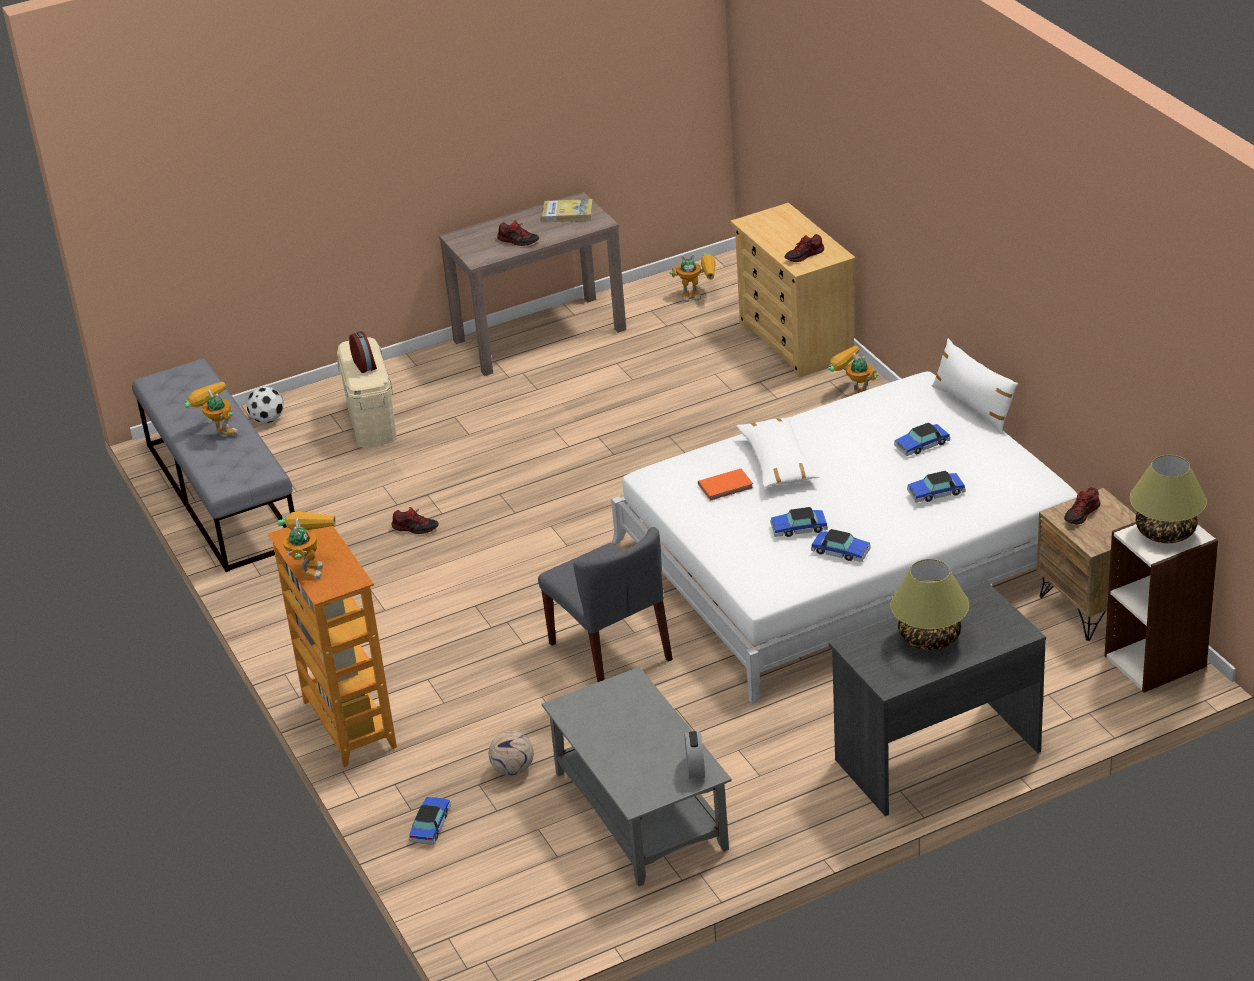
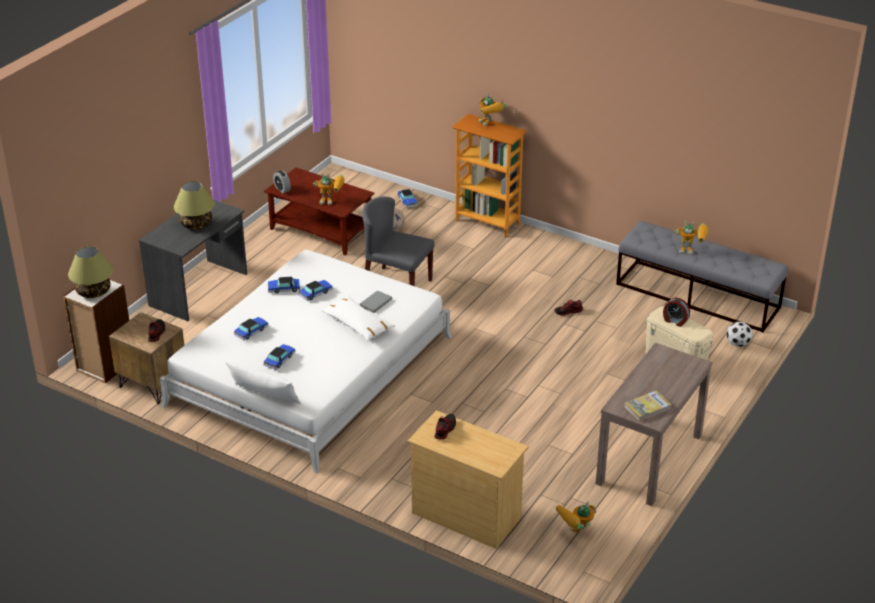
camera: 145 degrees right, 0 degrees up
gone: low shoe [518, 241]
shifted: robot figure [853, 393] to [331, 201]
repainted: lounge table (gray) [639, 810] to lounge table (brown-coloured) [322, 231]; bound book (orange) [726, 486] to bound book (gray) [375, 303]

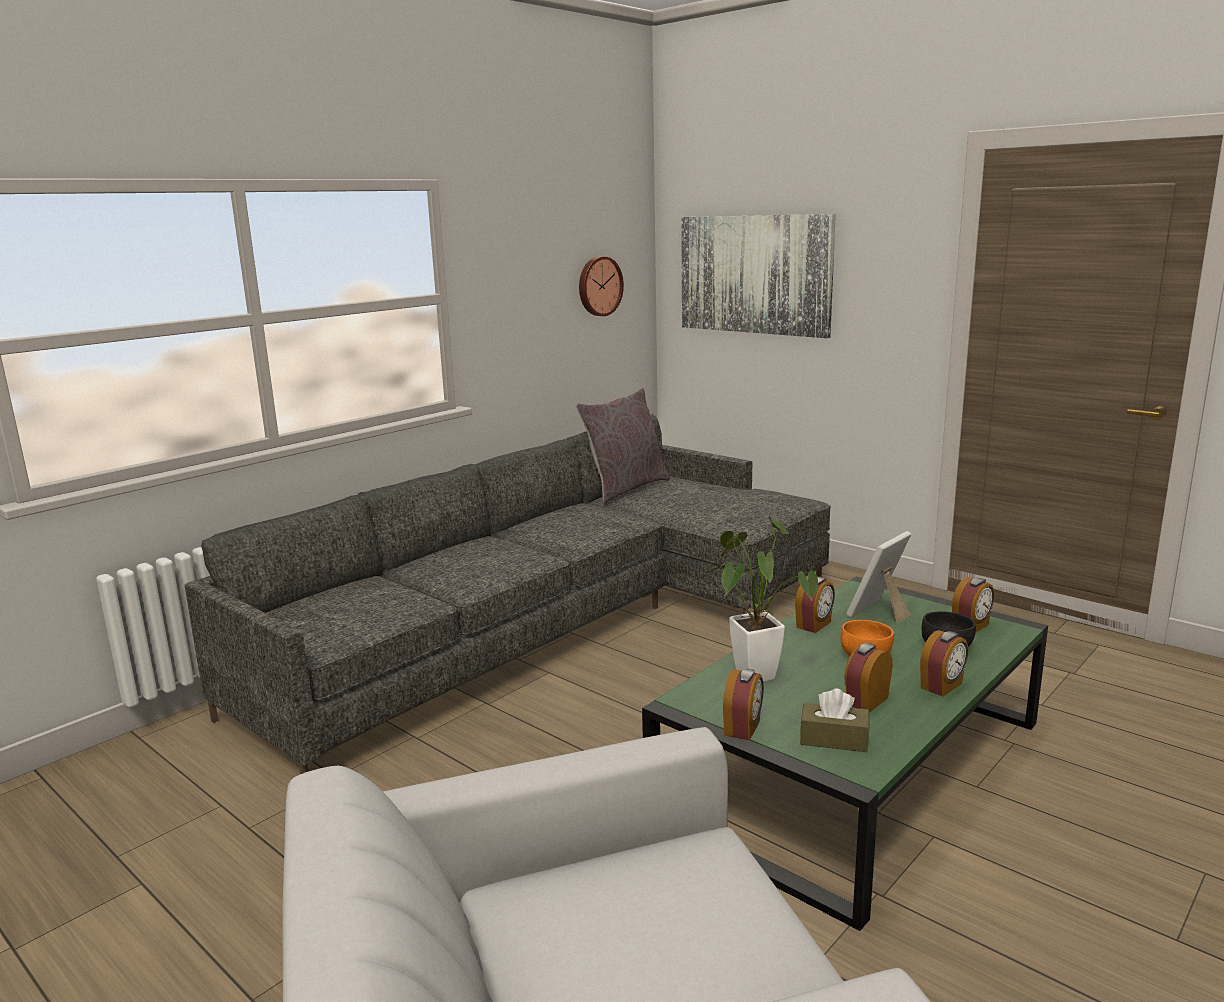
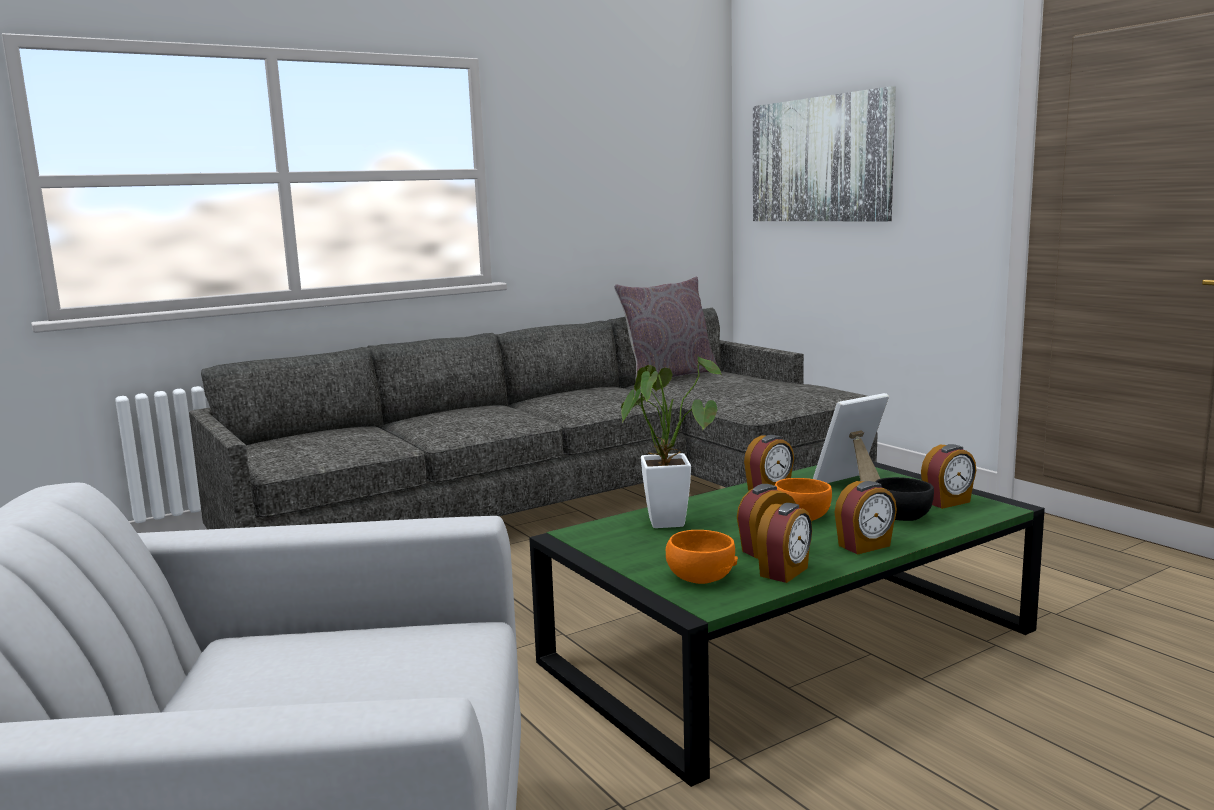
camera: 15 degrees right, 5 degrees down
gone: hanging clock [599, 286]
shifted: alarm clock [743, 728] to [785, 572]
swapped: tissue holder (brown-coloured) [834, 739] to deep dish (orange) [700, 576]

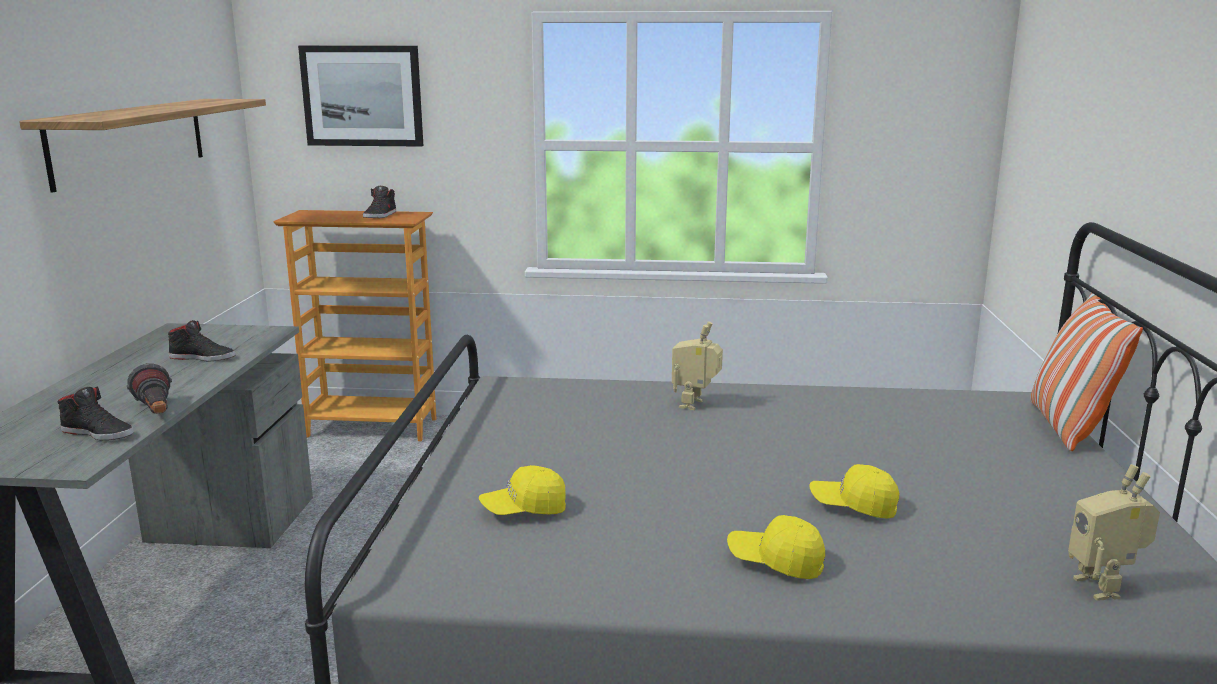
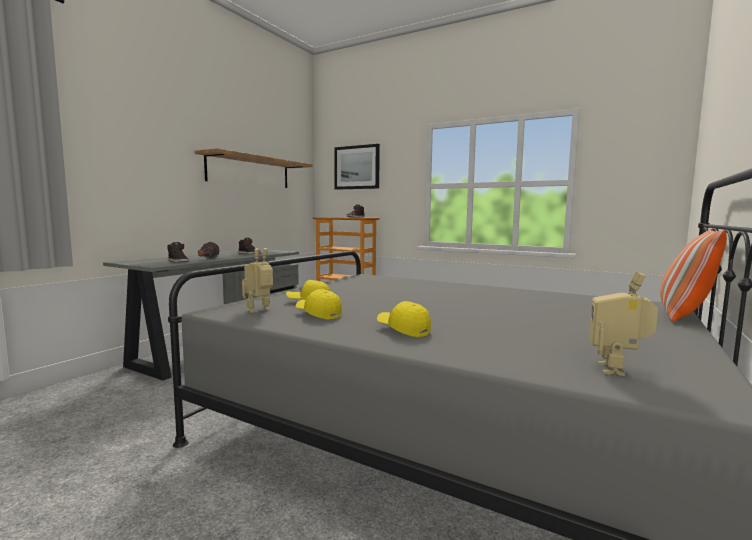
camera: 25 degrees right, 10 degrees down
shifted: robot figure [696, 405] to [259, 310]; cap (yellow) [853, 506] to [318, 314]

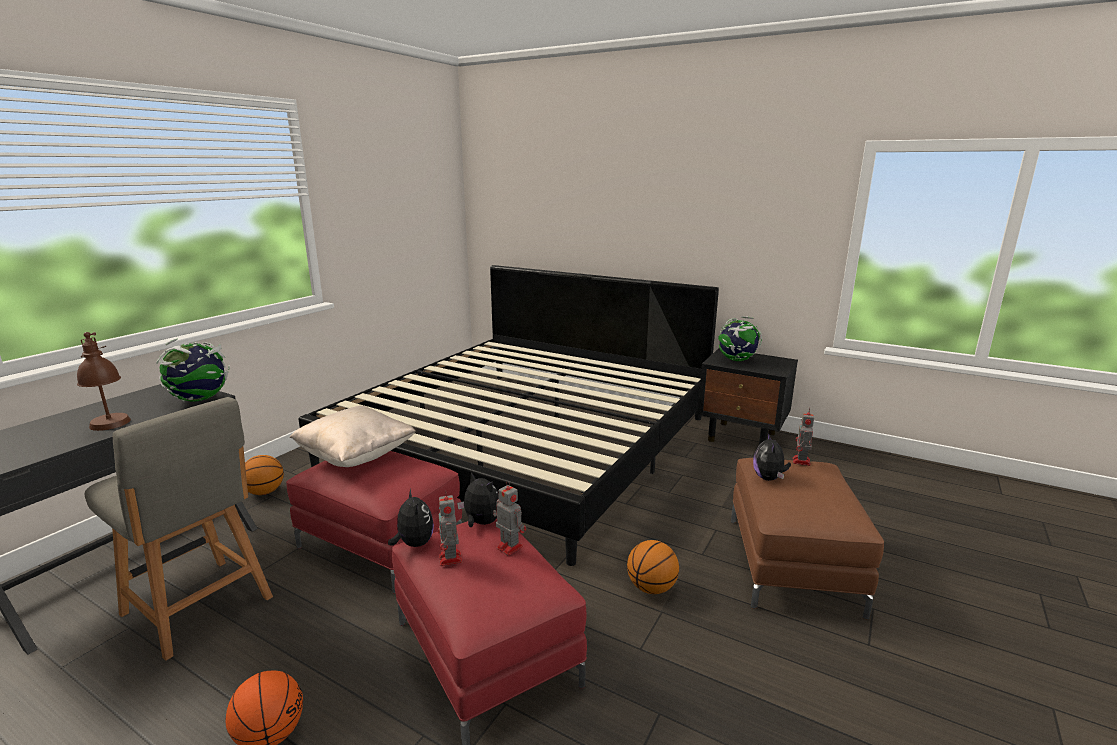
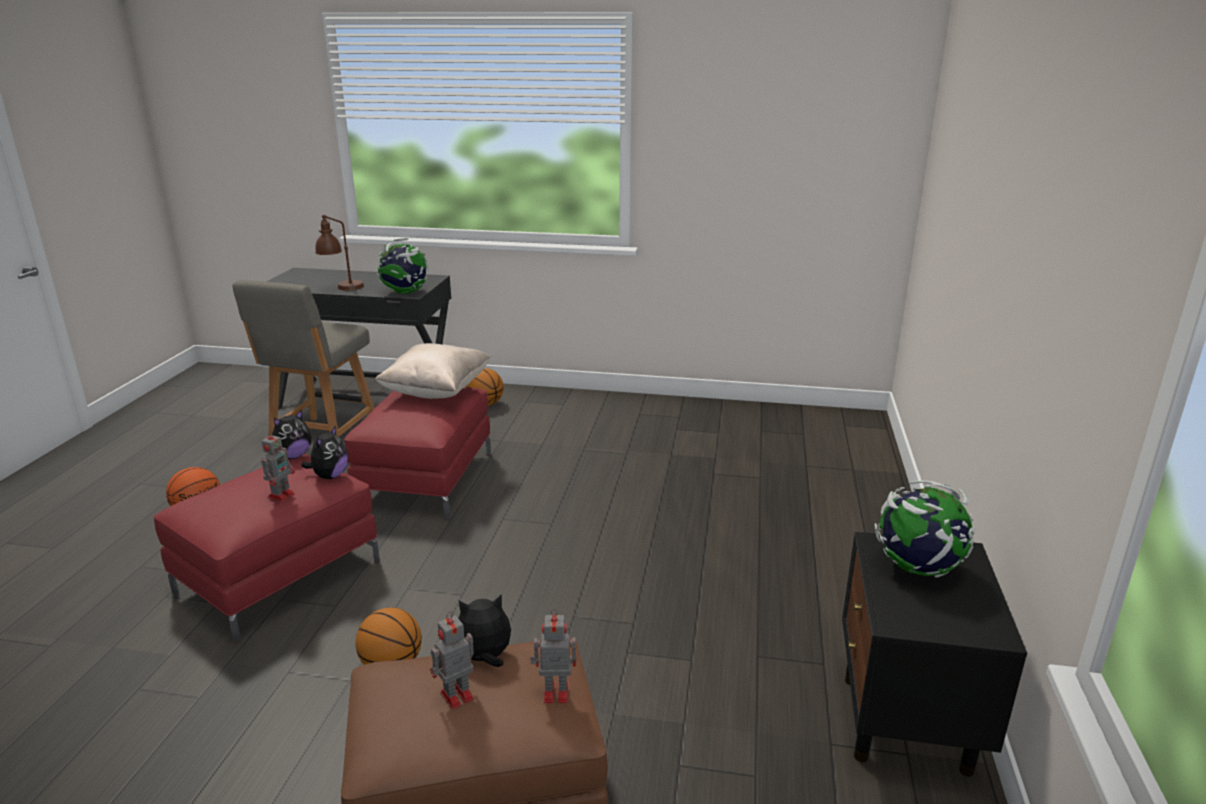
camera: 70 degrees right, 5 degrees up
gone: bedroom bed [525, 441]
shifted: robot figure [450, 559] to [455, 696]

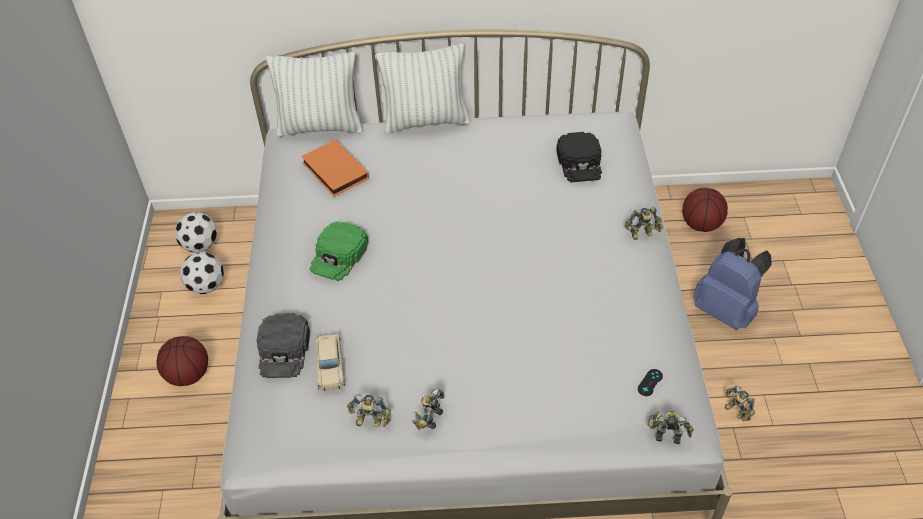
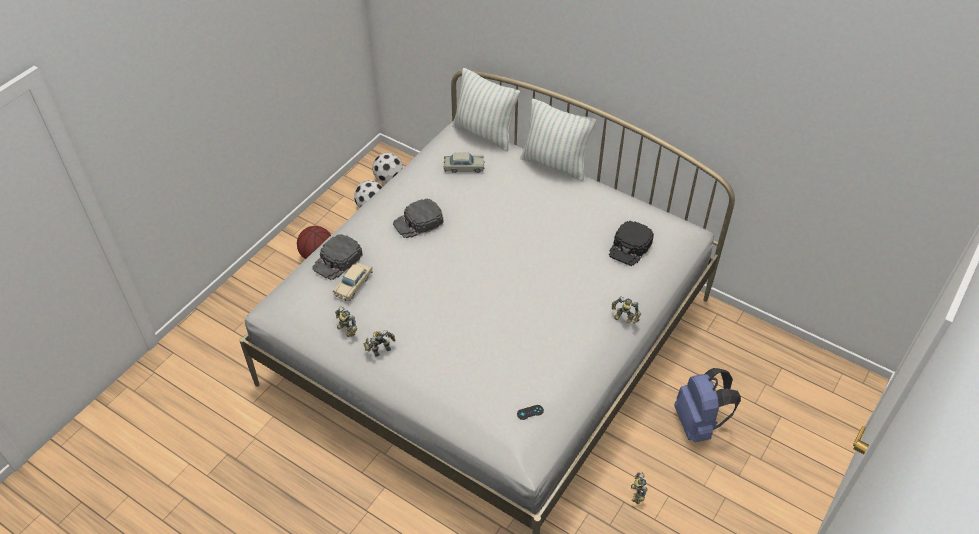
camera: 35 degrees right, 0 degrees up
gone: robot figure [667, 433]; basketball ball [701, 224]
swapped: bound book (orange) [333, 171] to toy car (sand-coloured) [464, 167]
repainted: cap (greenish) [339, 255] to cap (blackish) [418, 222]

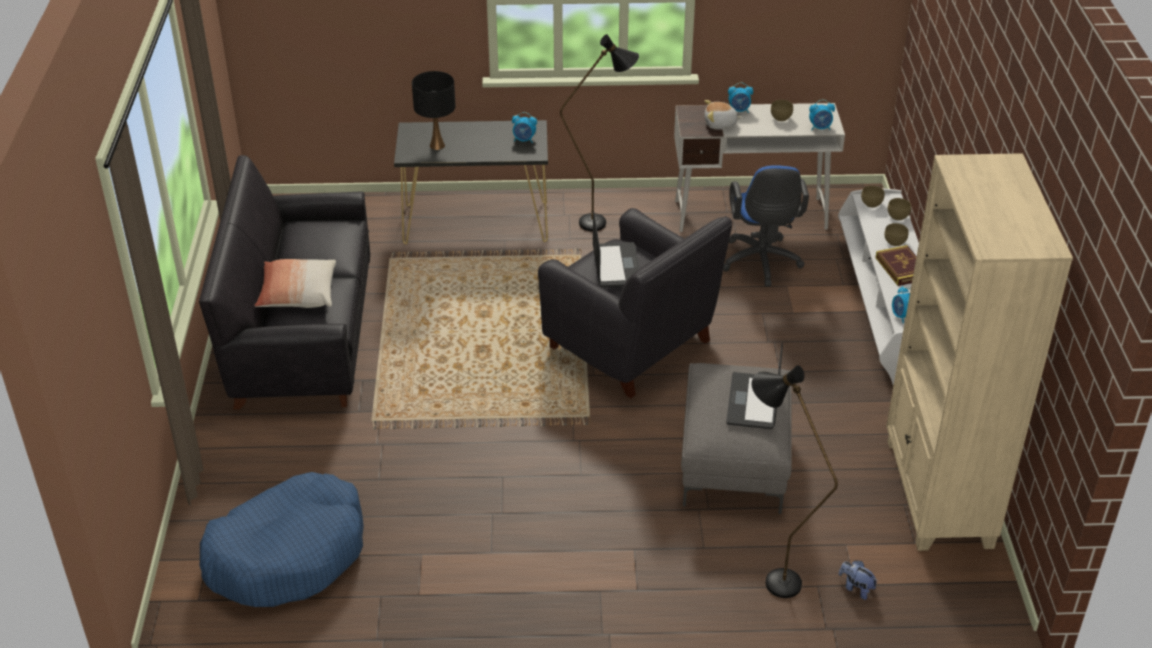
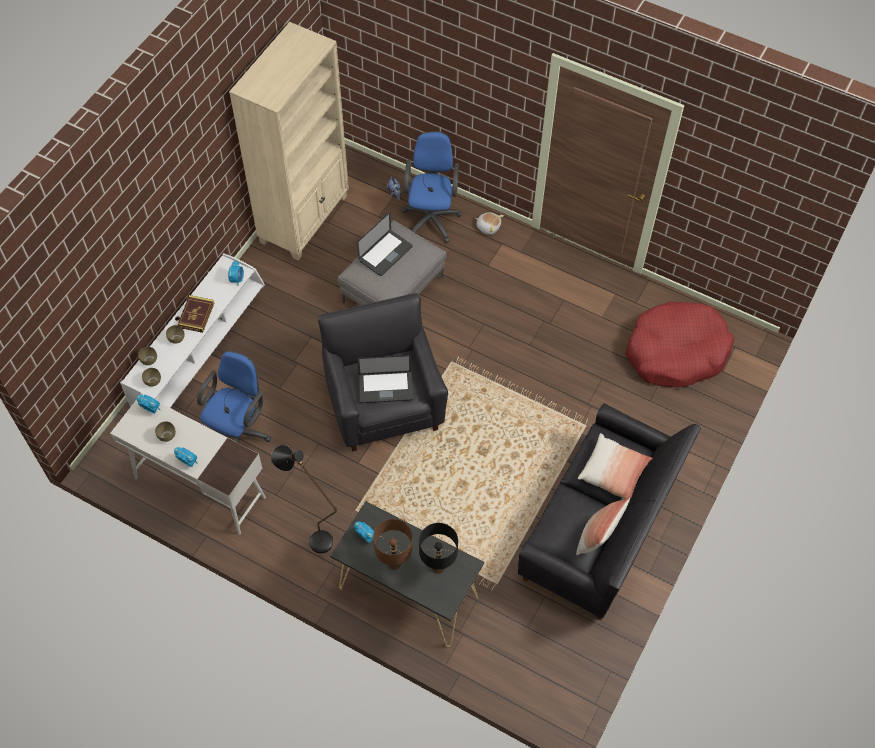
camera: 150 degrees left, 20 degrees up
new: lamp for a table (brown-coloured) [394, 563]; throw pillow [597, 536]
shifted: cuddly toy [720, 124] to [488, 227]
swapped: standard lamp (blackish) [771, 578] to office chair (blue-coloured) [431, 217]
repainted: pet bed (blue-coloured) [288, 554] to pet bed (red-coloured) [675, 352]
rotated: portable computer [616, 266] = [385, 388] 120 degrees counterclockwise

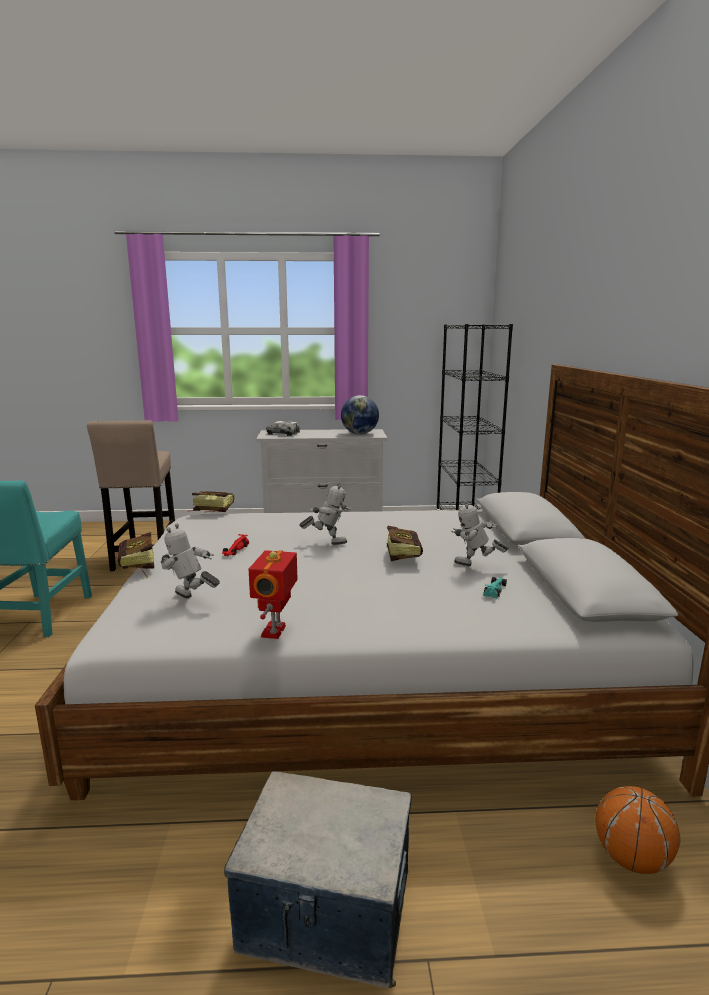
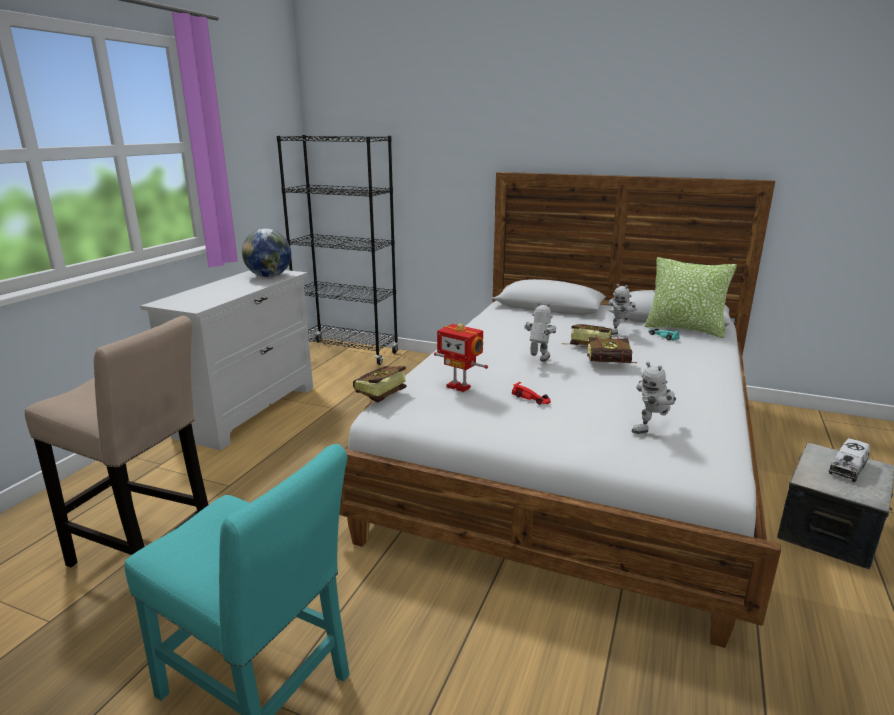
camera: 65 degrees left, 5 degrees up
gone: basketball ball [631, 859]
new: throw pillow [684, 329]
shifted: robot figure [275, 631] to [459, 386]; bound book [138, 568] to [613, 365]; model truck [283, 434] to [847, 468]

